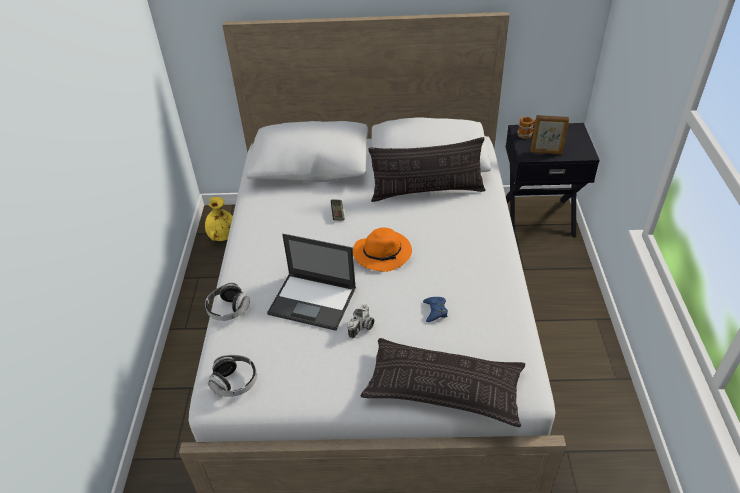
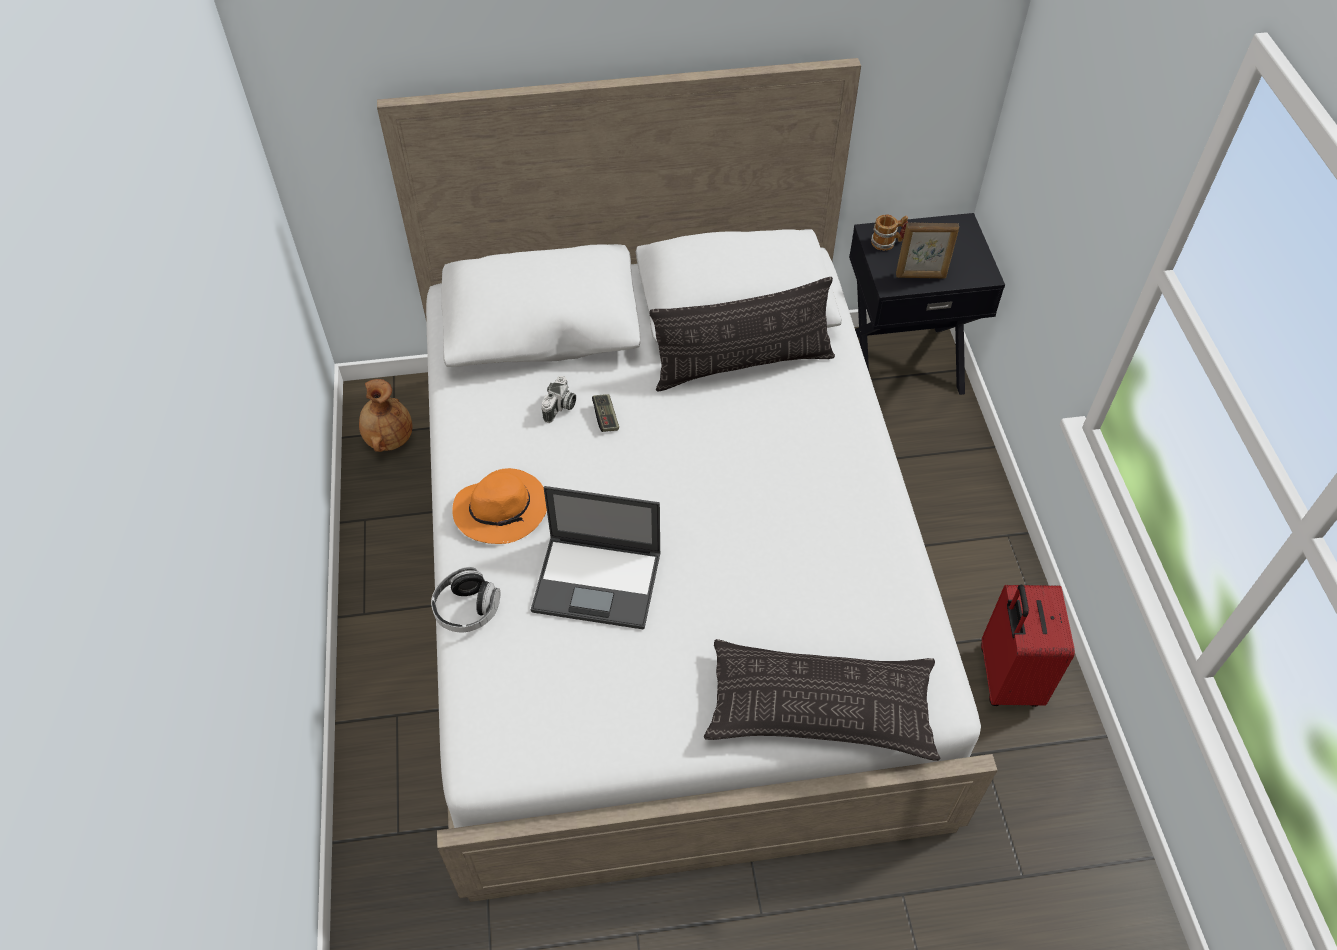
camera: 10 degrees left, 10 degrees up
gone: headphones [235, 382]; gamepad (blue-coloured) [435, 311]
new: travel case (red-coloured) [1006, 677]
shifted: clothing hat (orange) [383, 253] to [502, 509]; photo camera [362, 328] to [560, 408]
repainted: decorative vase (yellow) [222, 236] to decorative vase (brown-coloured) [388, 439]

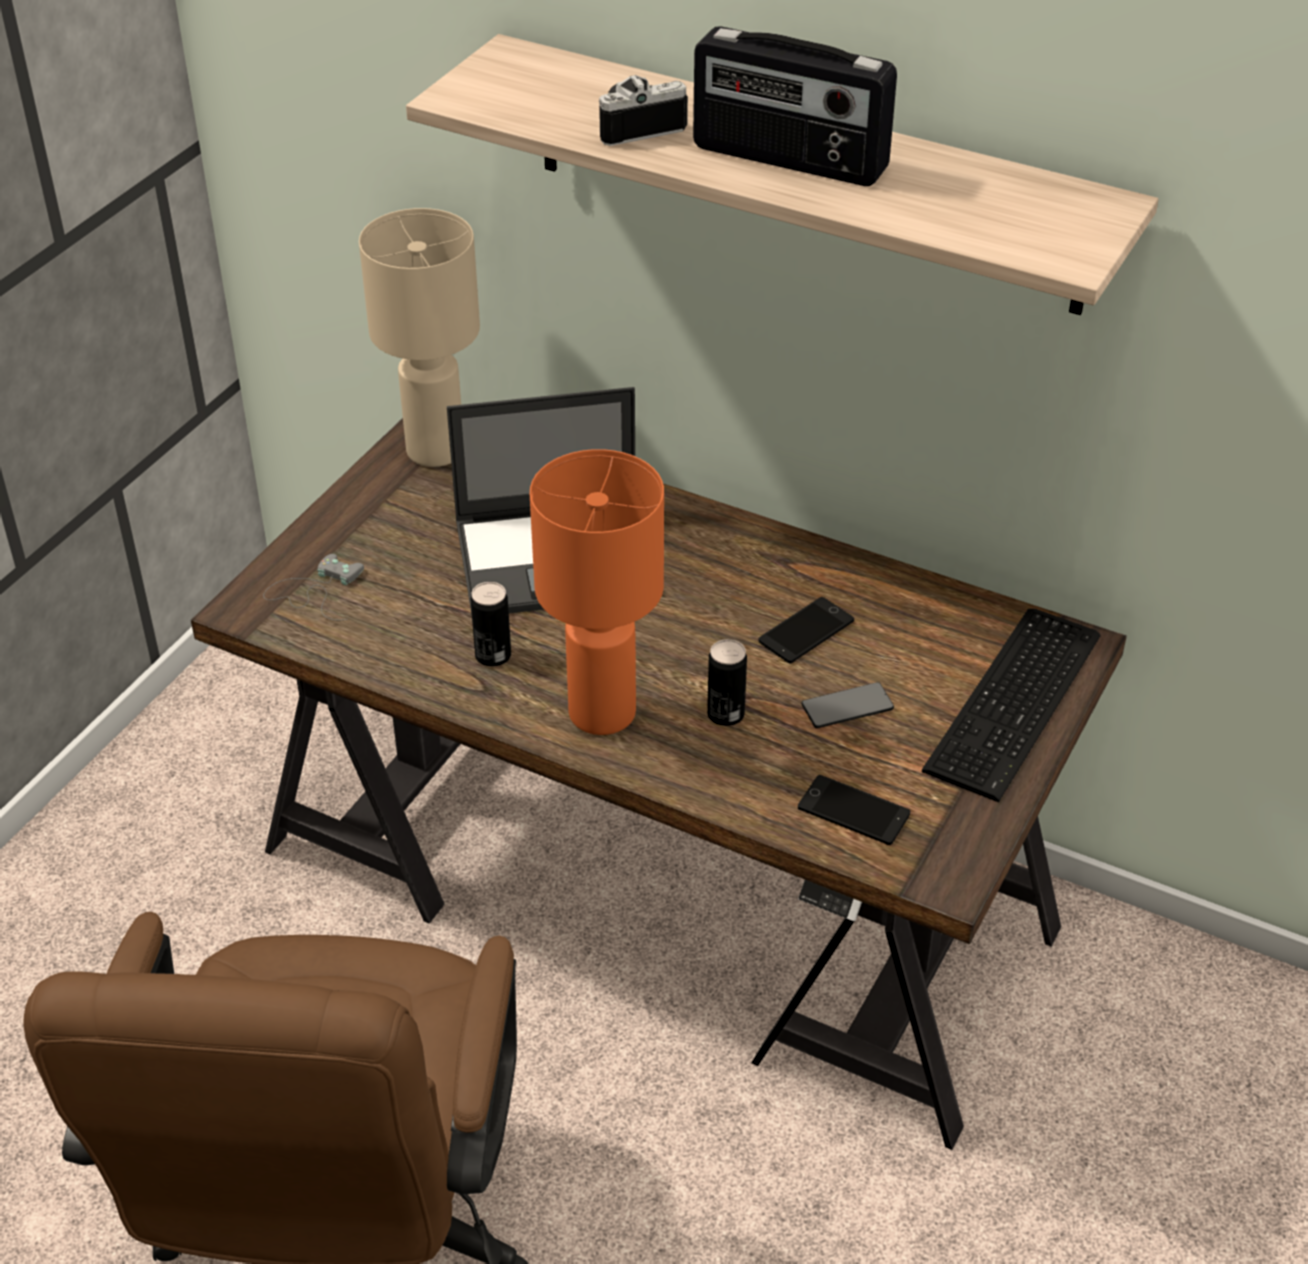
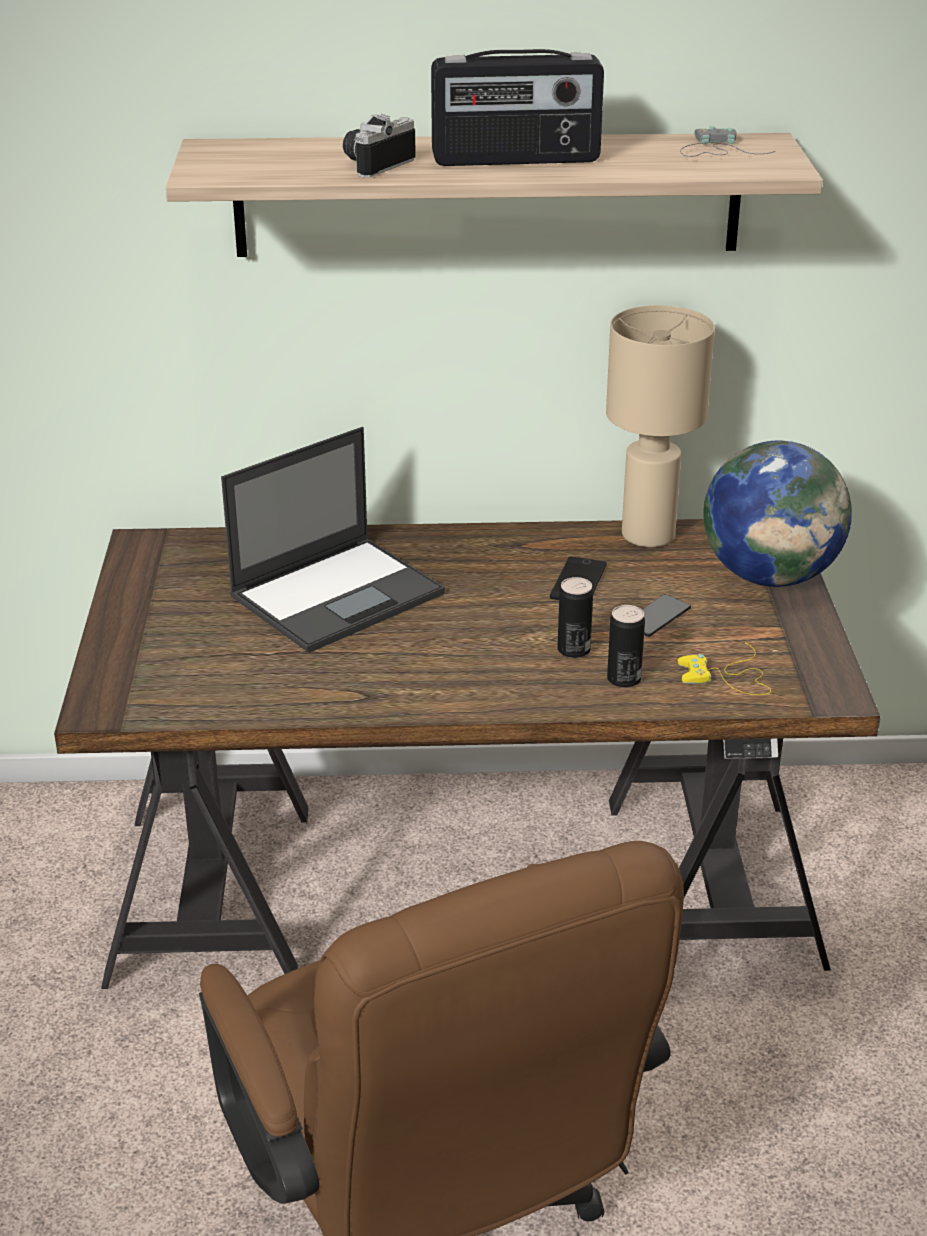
camera: 30 degrees left, 10 degrees down
gone: lamp for a table (orange) [603, 714]
shifted: lamp for a table (sand-coloured) [434, 450] to [646, 535]; metal can [493, 656] to [624, 679]; gamepad (gray) [315, 591] to [715, 150]
swapped: telephone [853, 811] to gamepad (yellow) [728, 677]; keyboard [1019, 701] to globe [770, 576]

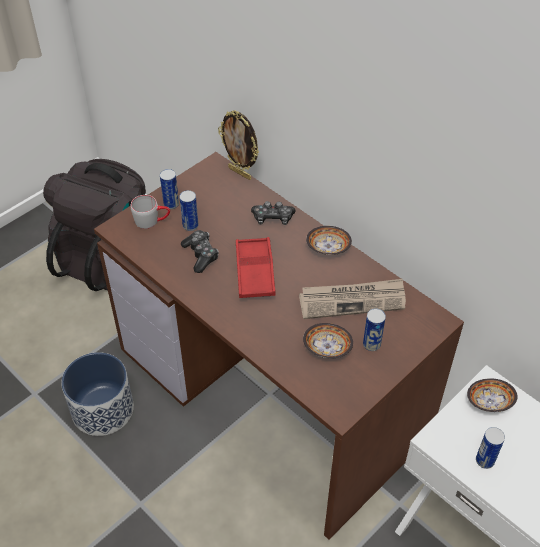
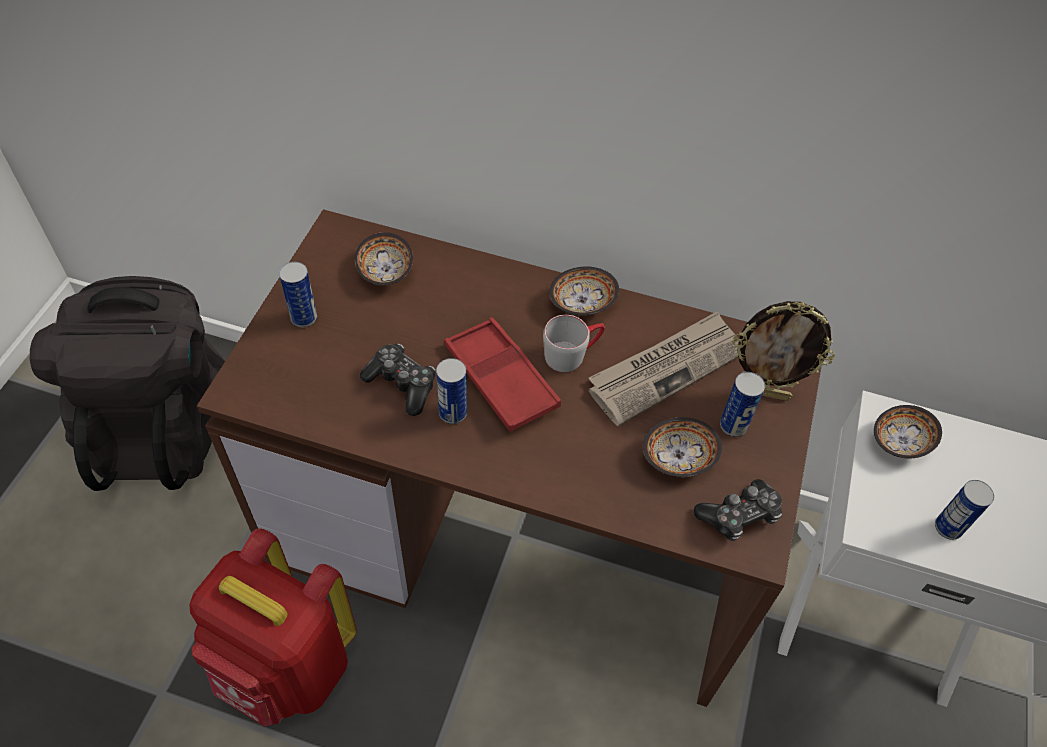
camera: 30 degrees left, 5 degrees up
new: deep dish [385, 271]
shifted: metal can [190, 226] to [453, 413]; coffee mug (gray) [152, 220] to [572, 353]; gamepad [273, 218] to [739, 516]; standing frame [240, 173] to [763, 393]
swapped: flower pot [103, 410] to backpack (red-coloured) [287, 668]

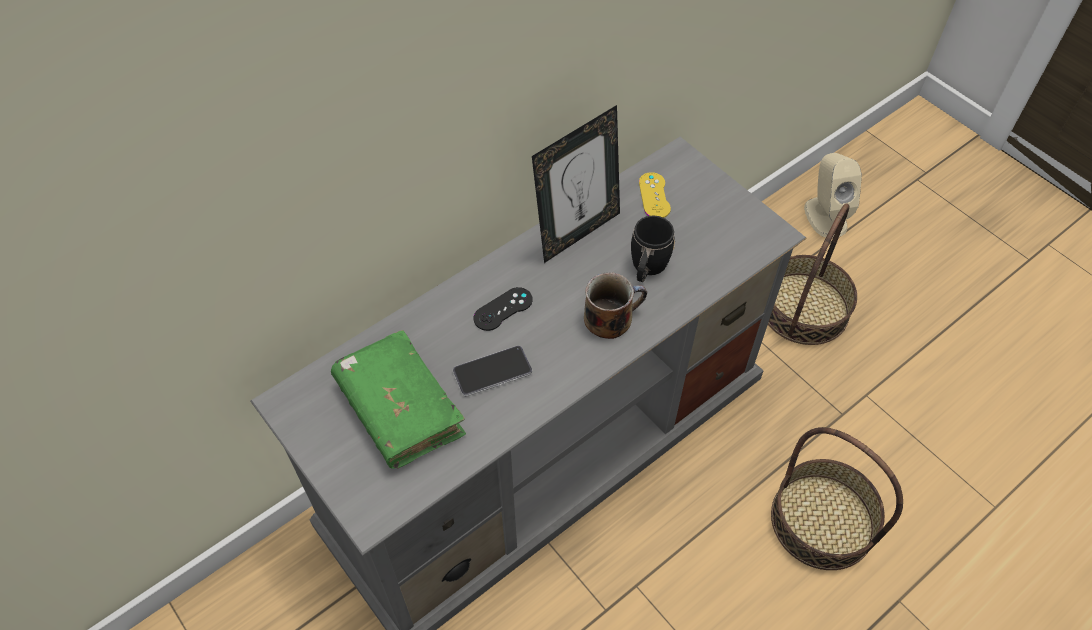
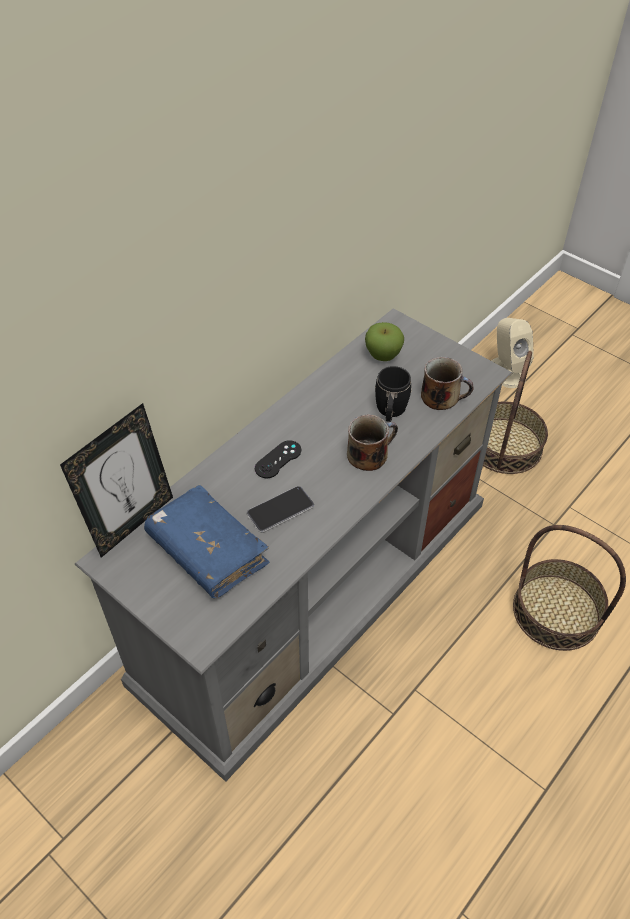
camera: 10 degrees left, 5 degrees down
new: coffee mug [442, 396]
shifted: standing frame [577, 232] to [132, 522]
swapped: gamepad (yellow) [654, 195] to whole apple [383, 355]
repainted: bound book (greenish) [399, 408] to bound book (blue-coloured) [207, 550]

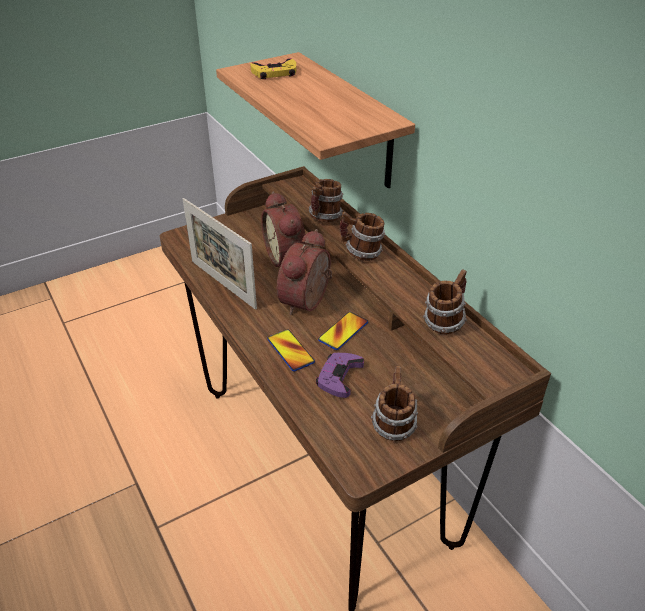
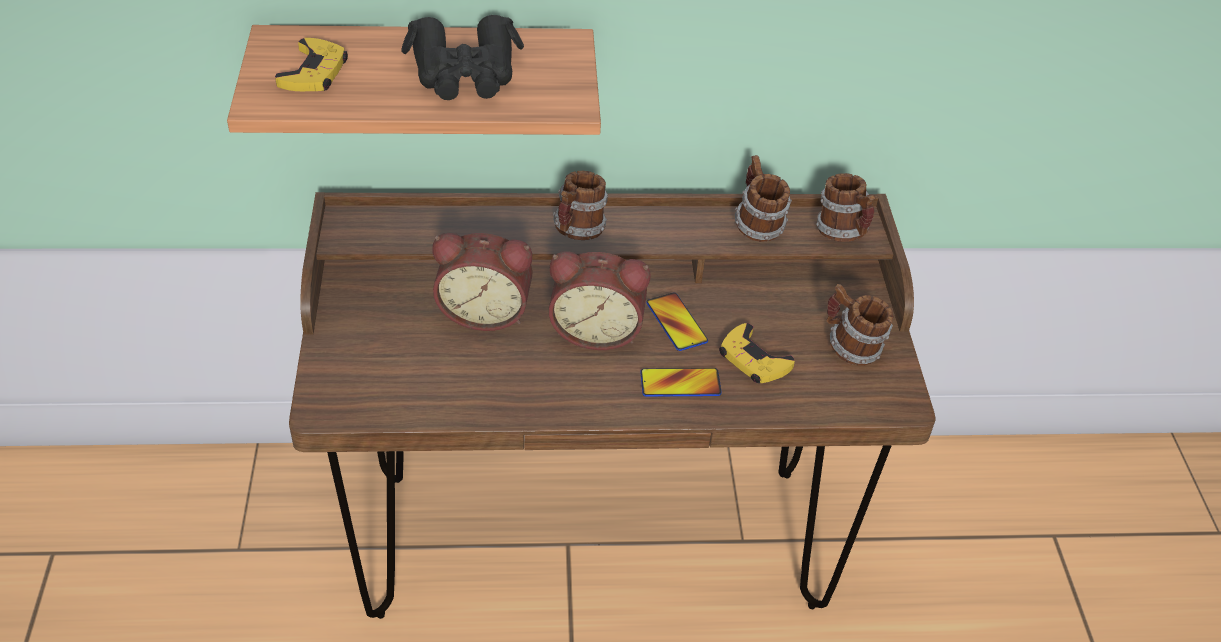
camera: 65 degrees left, 5 degrees up
gone: standing frame [223, 284]
new: field glasses (blackish) [464, 73]
shifted: coffee mug [324, 218] to [843, 233]
repainted: gamepad (purplish) [339, 377] to gamepad (yellow) [753, 360]
rotated: alarm clock [308, 302] = [597, 330] 45 degrees counterclockwise

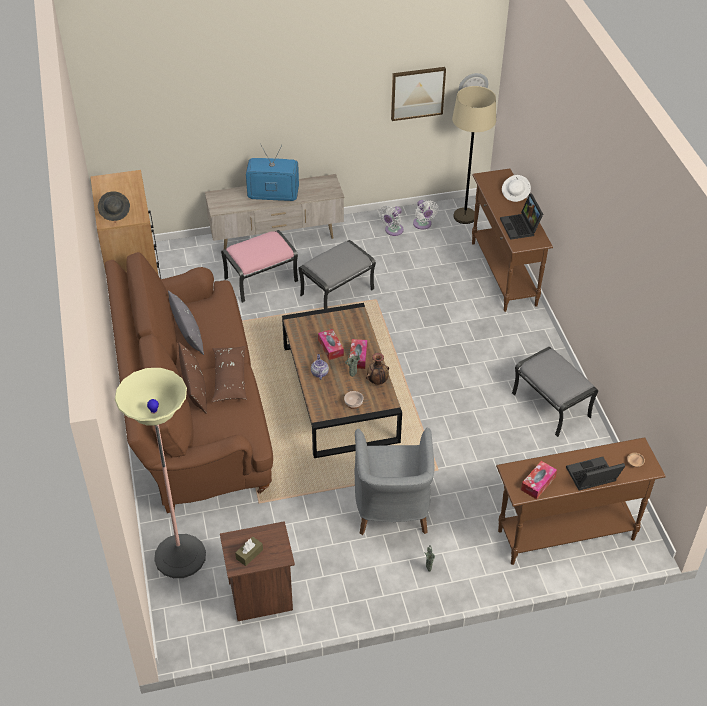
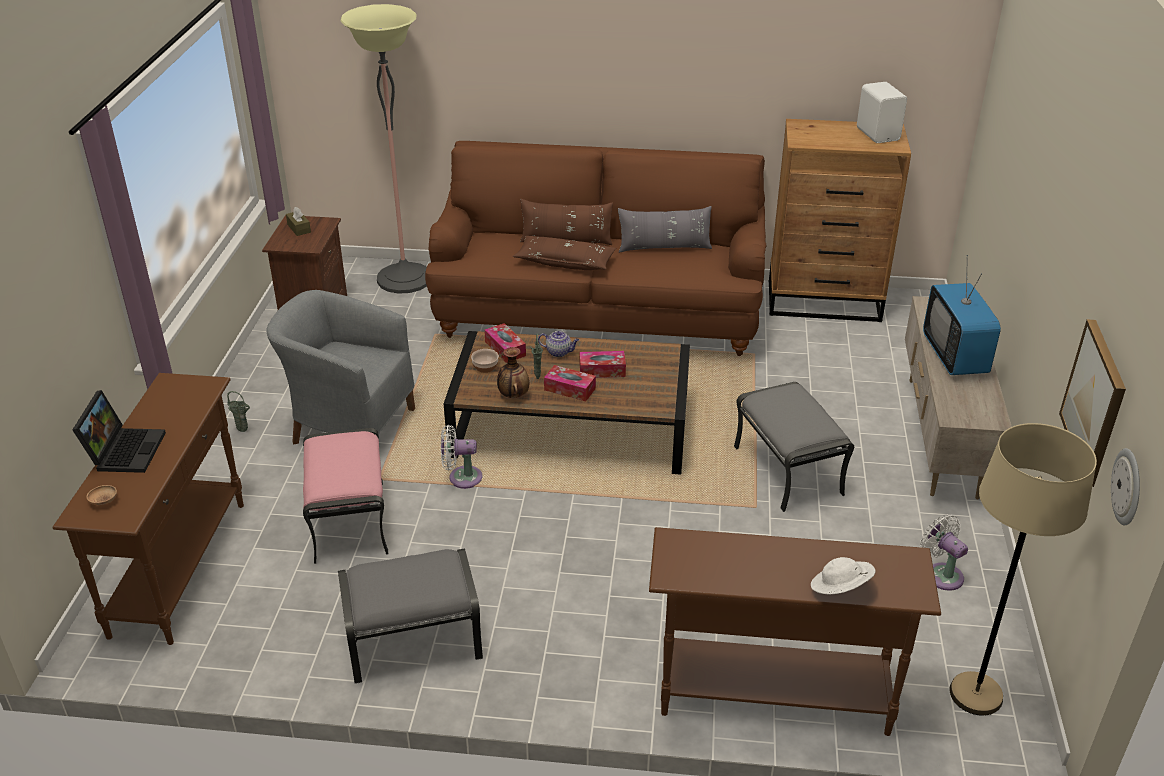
camera: 110 degrees right, 10 degrees down
gone: clothing hat (gray) [115, 212]; portable computer [521, 227]
new: loudspeaker (white) [878, 134]
shifted: footrest (pinkish) [261, 280] to [348, 520]; cooling fan (white) [423, 225] to [461, 477]; tissue holder [538, 483] to [505, 349]
rotated: television [273, 195] = [955, 356] 150 degrees clockwise

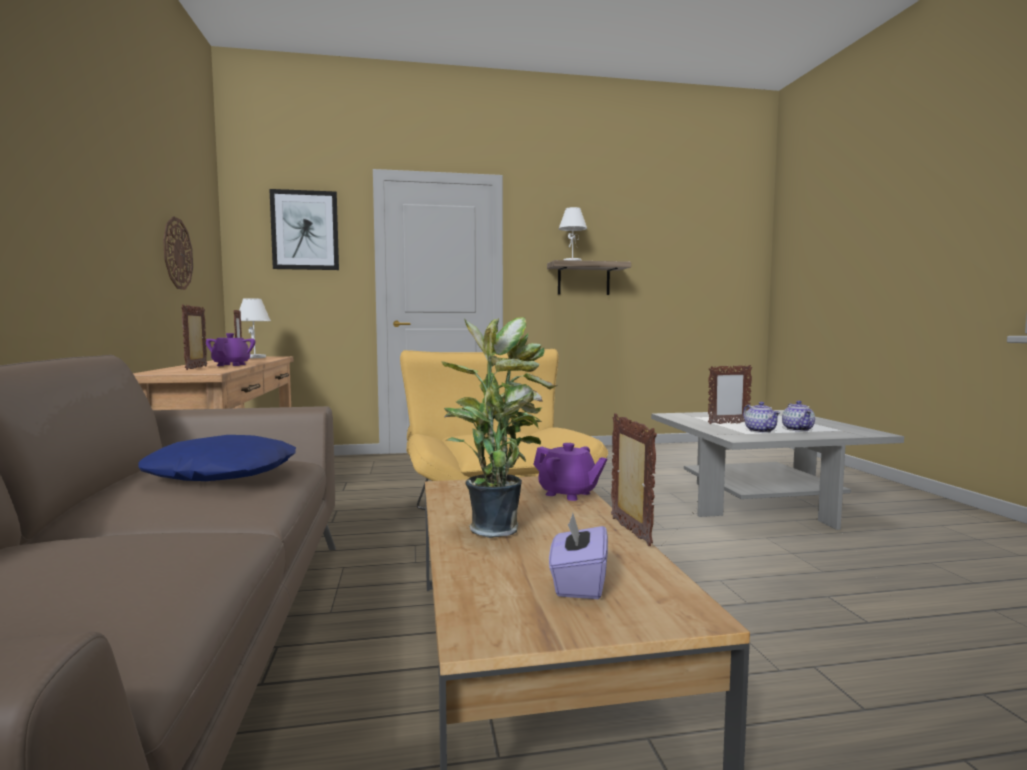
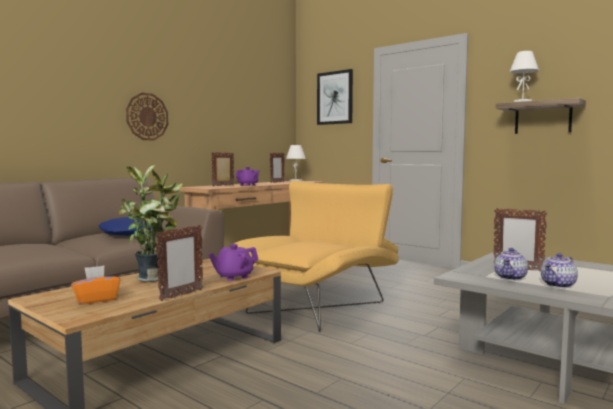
camera: 50 degrees right, 0 degrees up
shifted: hanging clock [177, 253] to [147, 116]
repainted: tissue holder (purplish) [578, 583] to tissue holder (orange) [96, 299]
rotated: pot for tea (purplish) [568, 494] = [234, 277] 60 degrees clockwise

